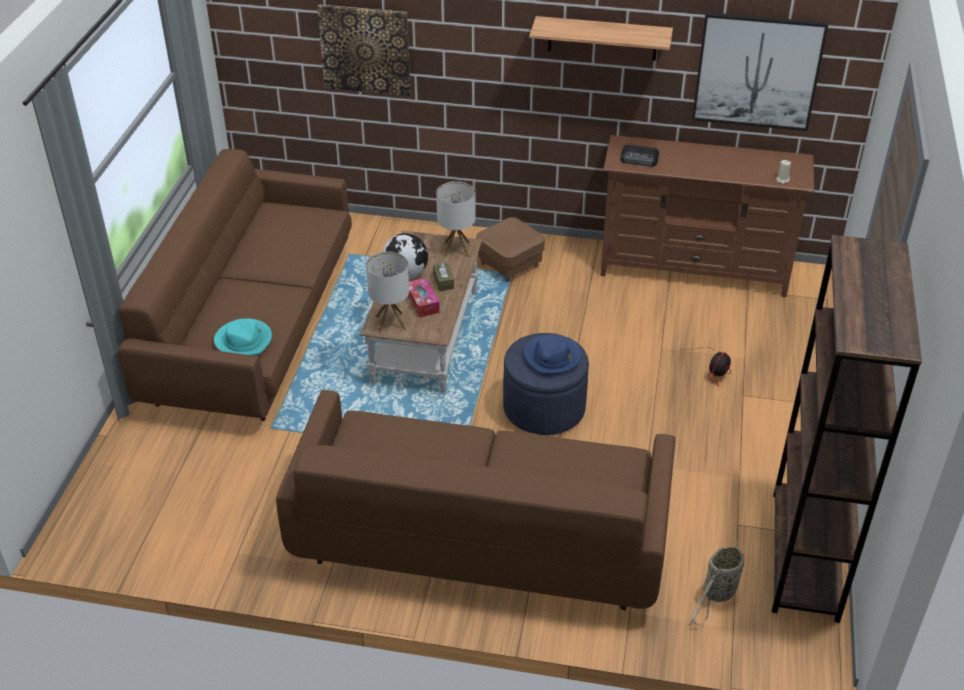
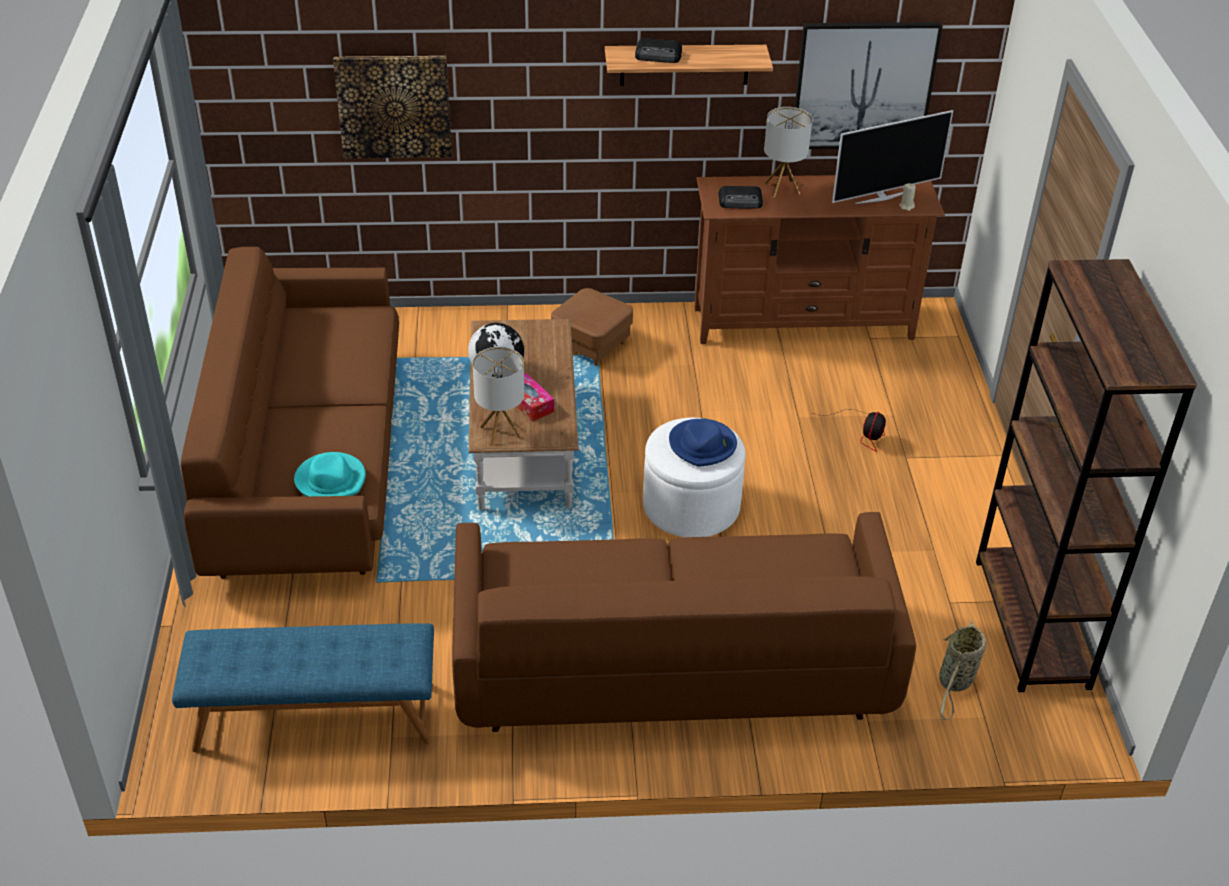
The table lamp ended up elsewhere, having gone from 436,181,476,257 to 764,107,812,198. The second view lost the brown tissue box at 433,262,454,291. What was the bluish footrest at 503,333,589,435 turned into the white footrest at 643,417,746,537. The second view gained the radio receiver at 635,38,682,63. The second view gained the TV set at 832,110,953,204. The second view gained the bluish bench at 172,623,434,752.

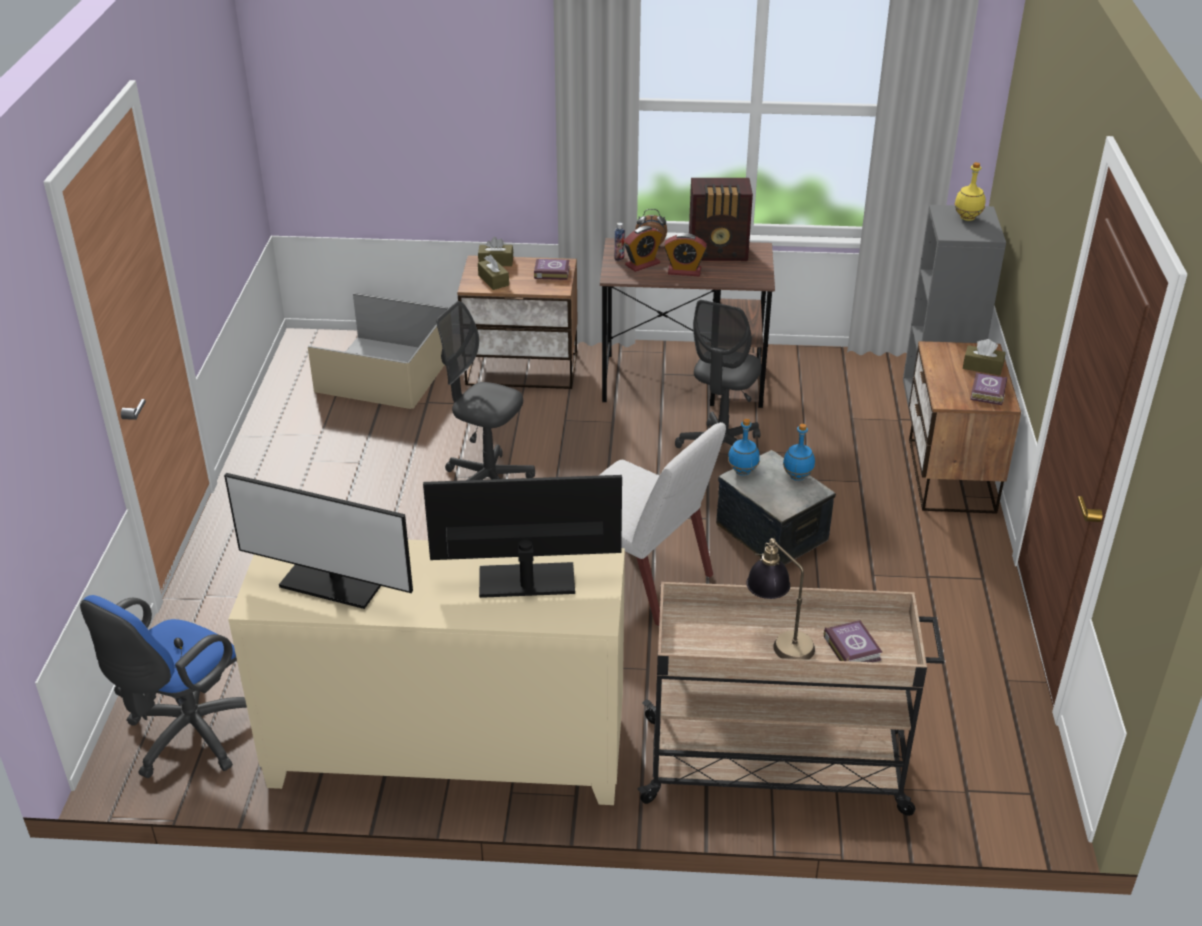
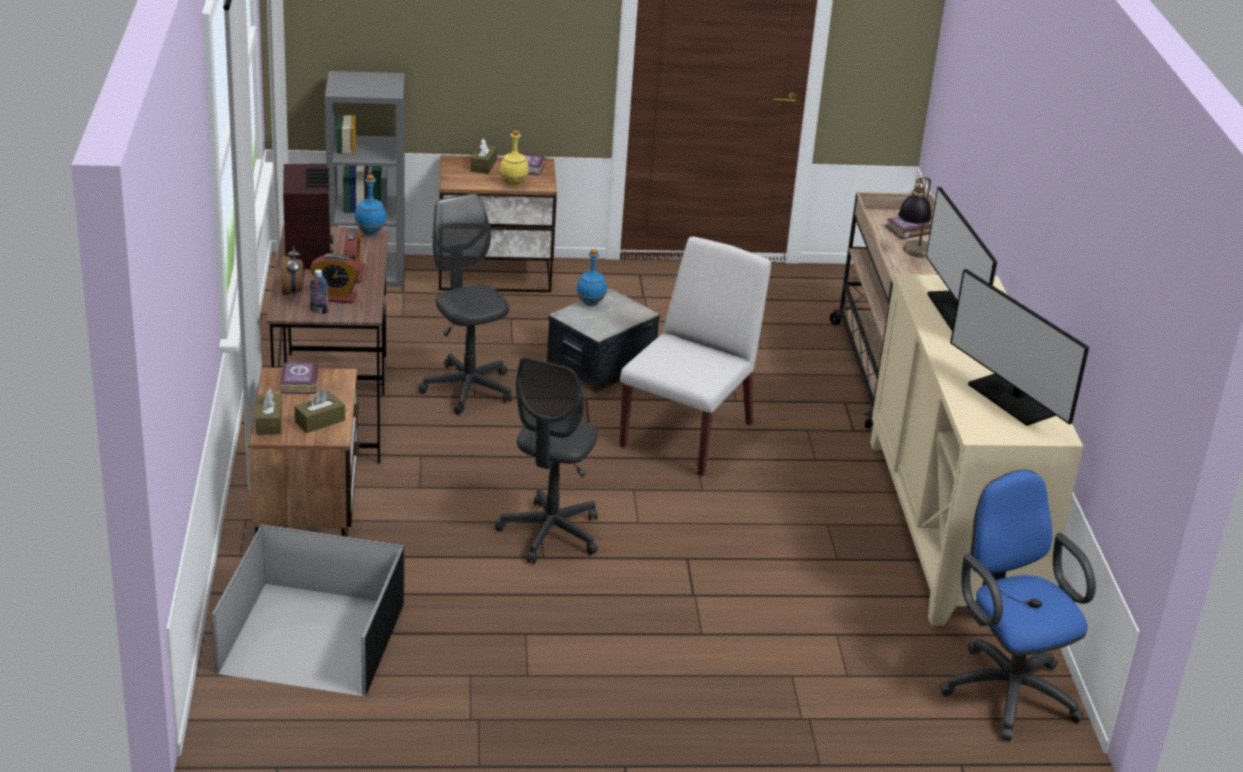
The yellow-coloured beverage bottle ended up elsewhere, having gone from 954,162,986,221 to 500,130,529,187. The table clock at 624,226,663,272 ended up facing another way, 135 degrees clockwise from before. What was the sand-coloured storage bin at 308,293,448,409 turned into the black-coloured storage bin at 212,524,404,697. The grey office chair at 675,300,761,448 ended up facing another way, 135 degrees counterclockwise from before. The bluish beverage bottle ended up elsewhere, having gone from 728,419,760,476 to 355,175,387,236. The monitor at 224,473,413,609 ended up facing another way, 135 degrees clockwise from before. The bluish office chair at 80,595,247,778 ended up facing another way, 135 degrees counterclockwise from before.

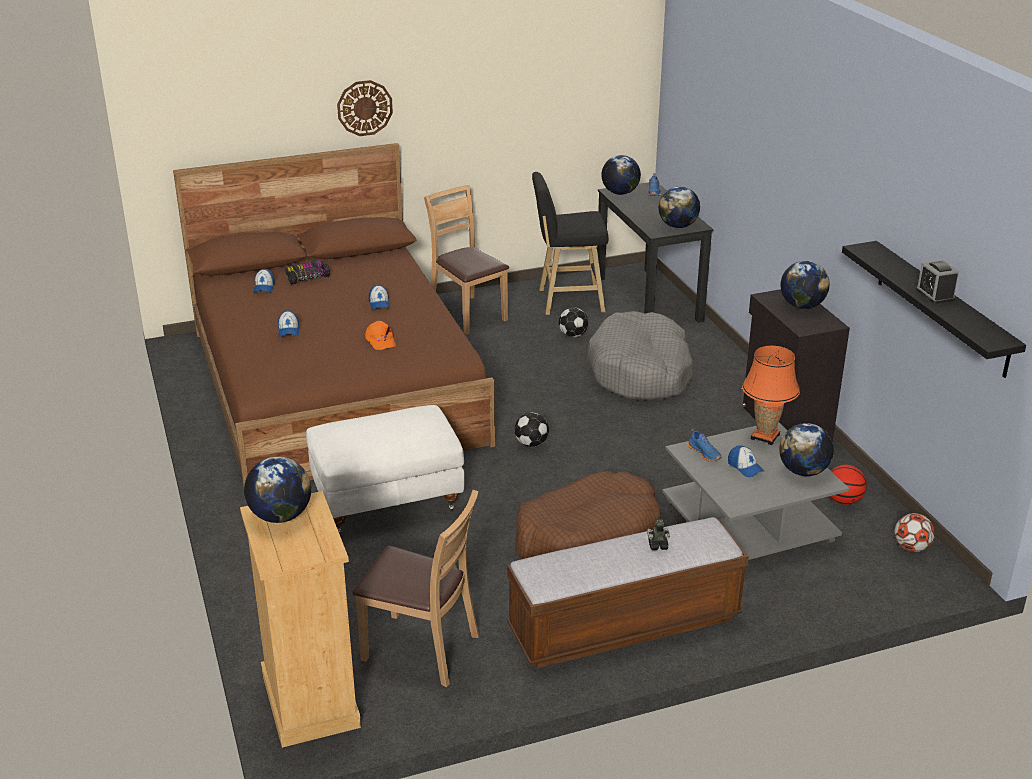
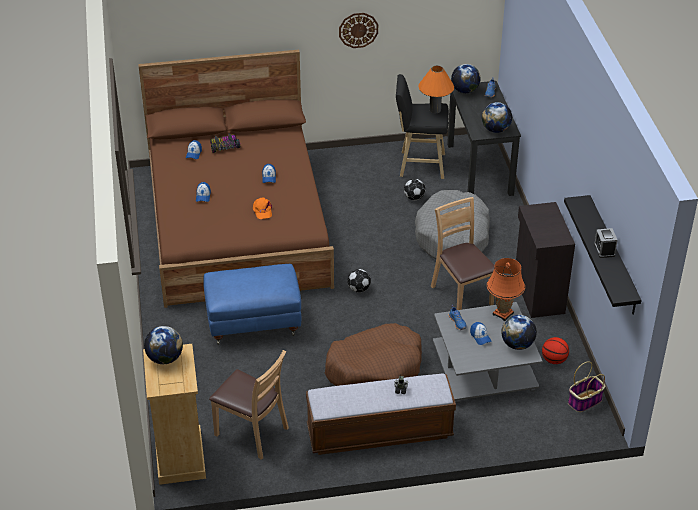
The hanging clock ended up elsewhere, having gone from 337,80,393,136 to 339,13,378,48. The brown upright chair ended up elsewhere, having gone from 424,185,509,335 to 431,197,494,310. The second view lost the globe at 781,261,830,309. What was the white footrest at 306,405,464,534 turned into the bluish footrest at 203,264,301,345. Where the football stood at 895,513,935,552, the basket came to stand at 568,361,605,412. The second view gained the orange table lamp at 418,66,454,113.

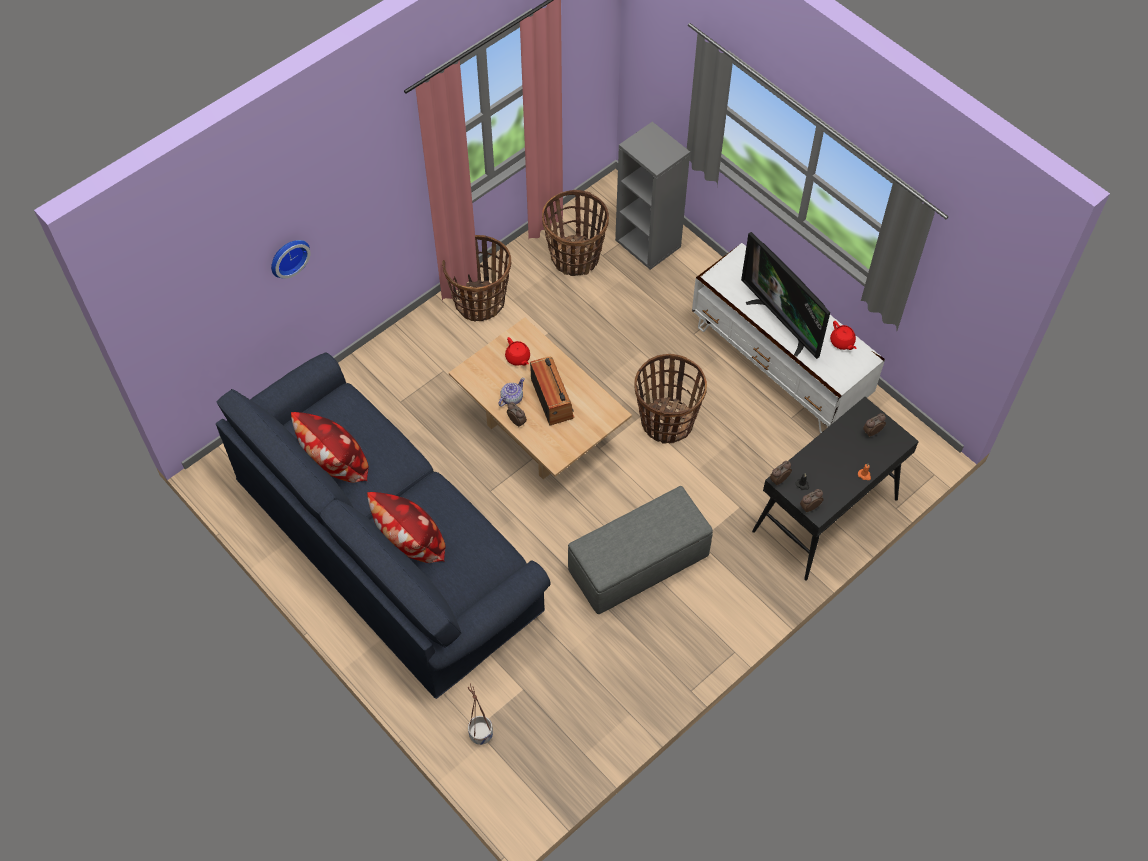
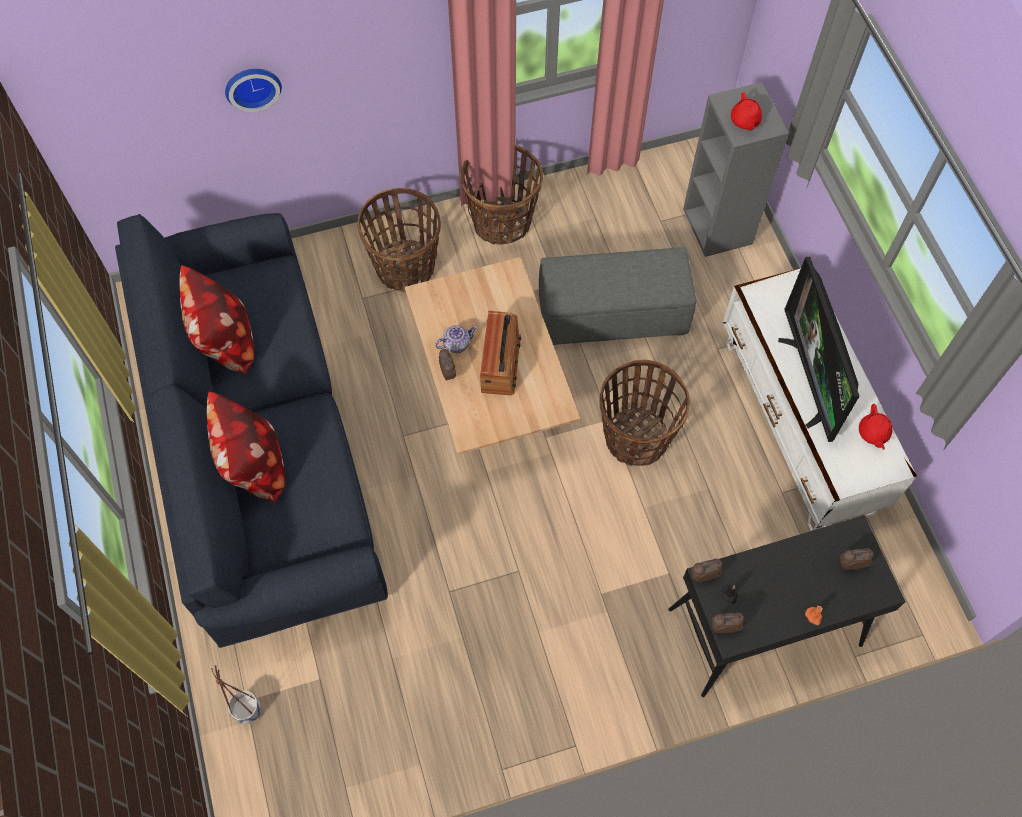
The basket ended up elsewhere, having gone from 542,190,609,276 to 357,188,441,293. The red-coloured tea pot ended up elsewhere, having gone from 505,337,530,366 to 731,92,762,130. The grey footrest ended up elsewhere, having gone from 568,486,713,614 to 539,247,696,345.

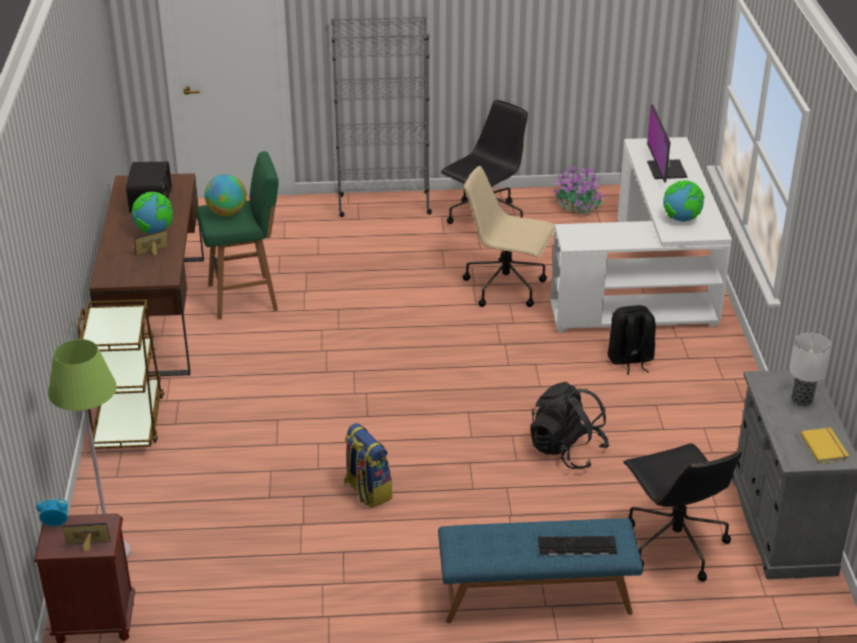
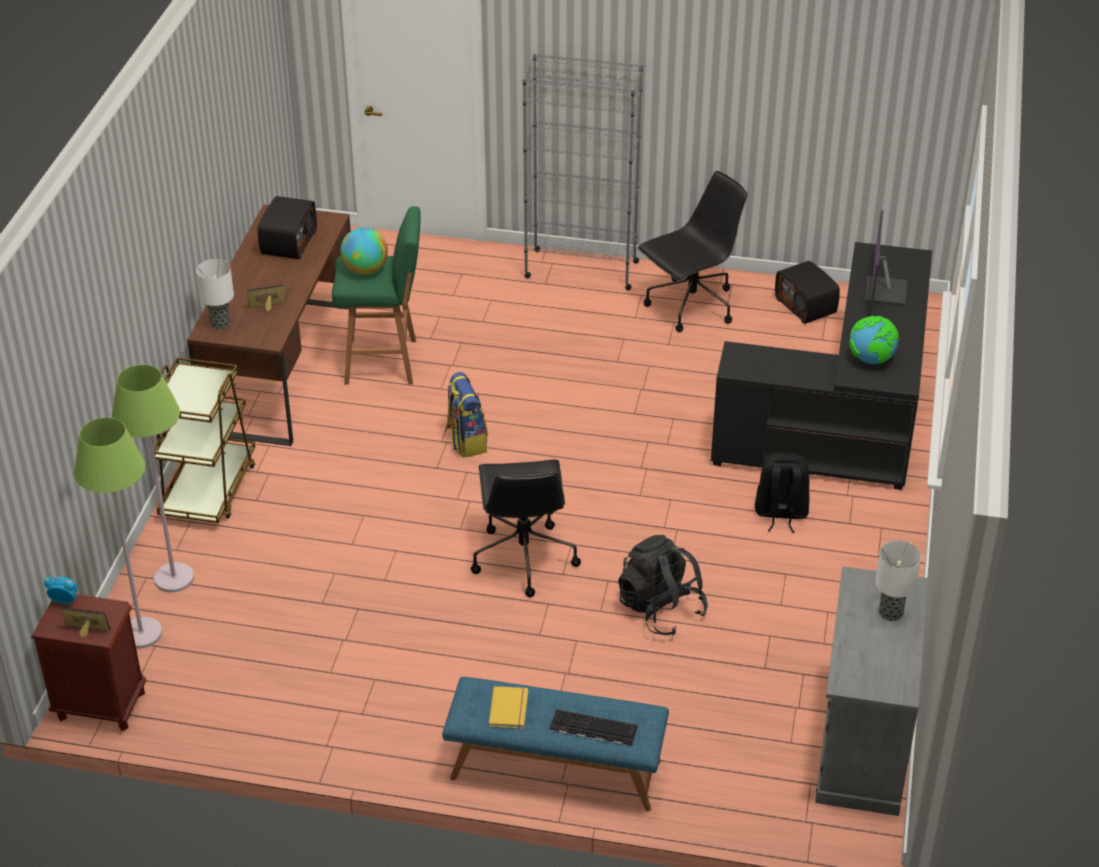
What was the white desk unit at 550,137,732,333 turned into the black-coloured desk unit at 711,242,932,490. Where the plant in a pot stood at 553,165,605,215, the radio receiver came to stand at 775,261,840,324. The second view lost the sand-coloured office chair at 463,166,555,307. The second view lost the globe at 132,192,173,234. The knapsack ended up elsewhere, having gone from 344,423,392,508 to 445,372,488,458. The yellow-coloured volume ended up elsewhere, having gone from 800,428,849,463 to 489,686,528,729. The black-coloured office chair ended up elsewhere, having gone from 623,443,742,581 to 471,459,581,597. The second view gained the table lamp at 196,259,234,330. The second view gained the green floor lamp at 112,365,194,592.

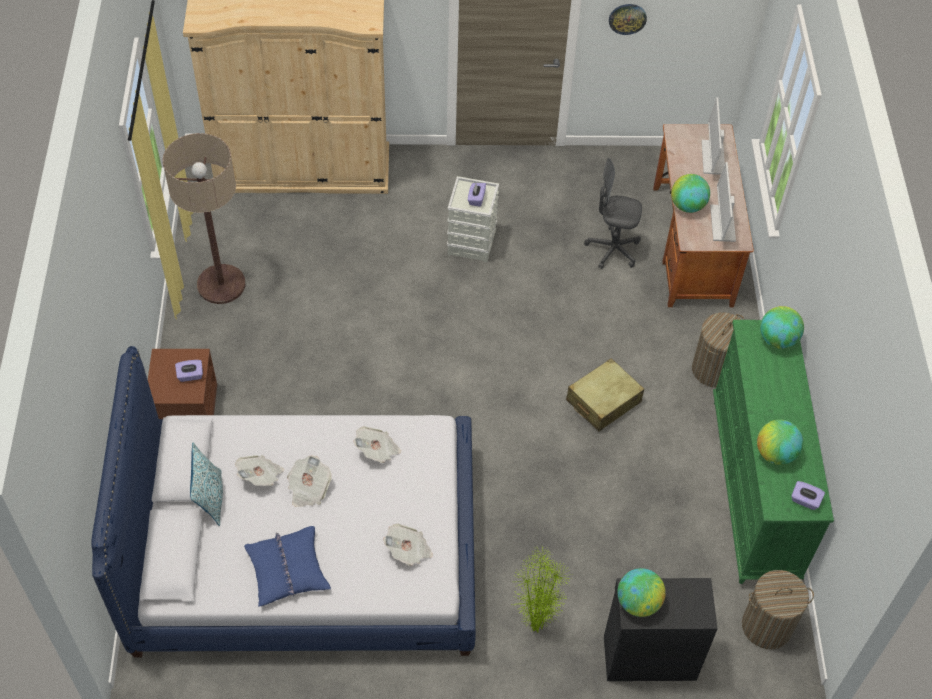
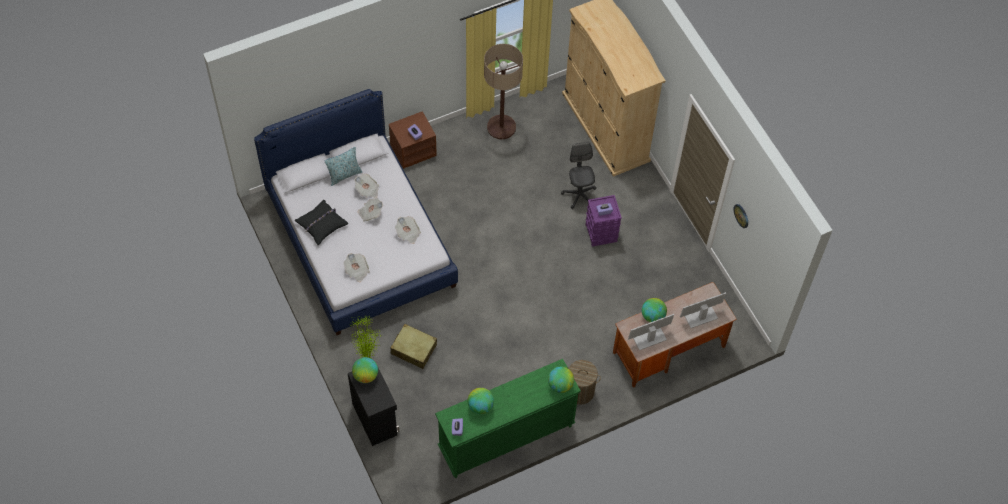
The grey office chair ended up elsewhere, having gone from 584,158,642,269 to 561,142,596,209. What was the grey storage bin at 447,176,499,262 turned into the purple storage bin at 586,195,622,247. The sand-coloured piece of luggage ended up elsewhere, having gone from 566,358,644,431 to 390,324,437,369. What was the bluish cushion at 244,526,331,606 turned into the black-coloured cushion at 295,200,348,245. The second view lost the washing basket at 742,570,814,649.

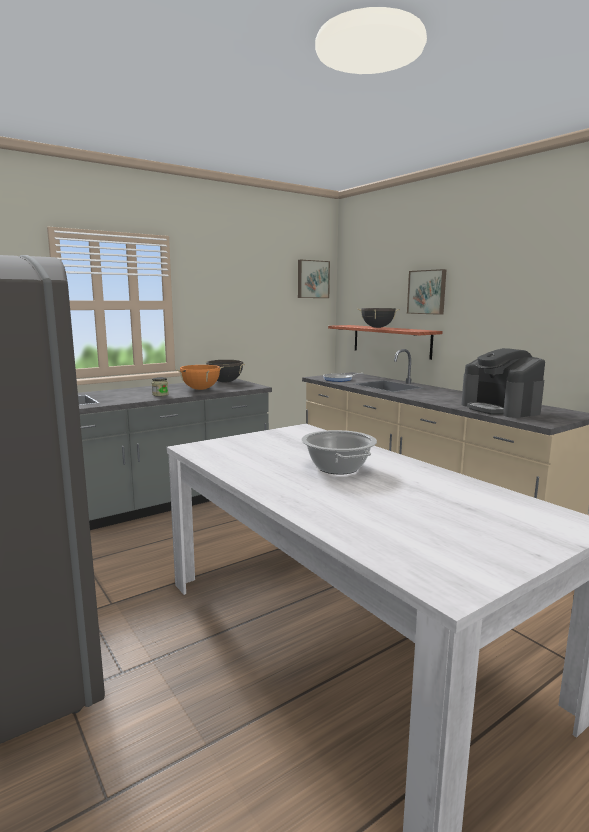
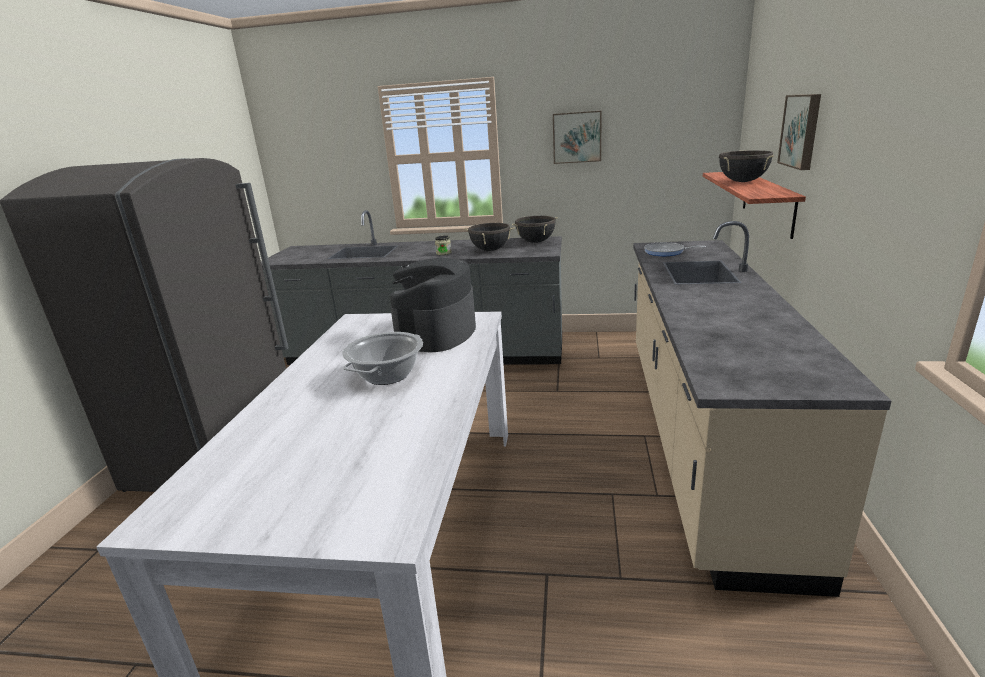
The picture ended up elsewhere, having gone from 298,260,330,298 to 553,111,602,164. The coffee machine ended up elsewhere, having gone from 461,348,545,418 to 390,258,476,352. What was the orange saucepot at 176,365,223,390 turned into the black-coloured saucepot at 464,223,515,251.

